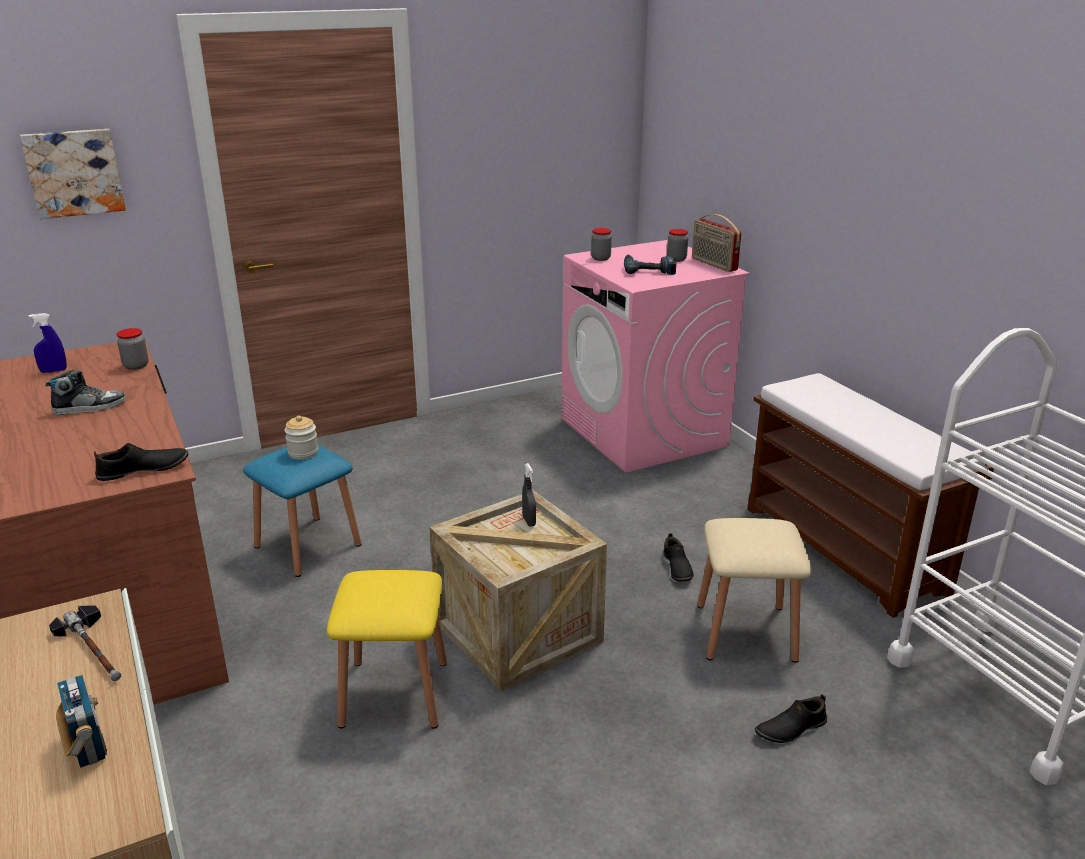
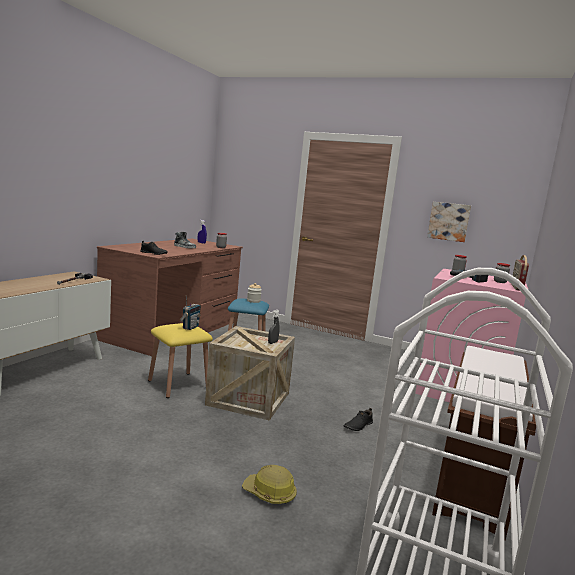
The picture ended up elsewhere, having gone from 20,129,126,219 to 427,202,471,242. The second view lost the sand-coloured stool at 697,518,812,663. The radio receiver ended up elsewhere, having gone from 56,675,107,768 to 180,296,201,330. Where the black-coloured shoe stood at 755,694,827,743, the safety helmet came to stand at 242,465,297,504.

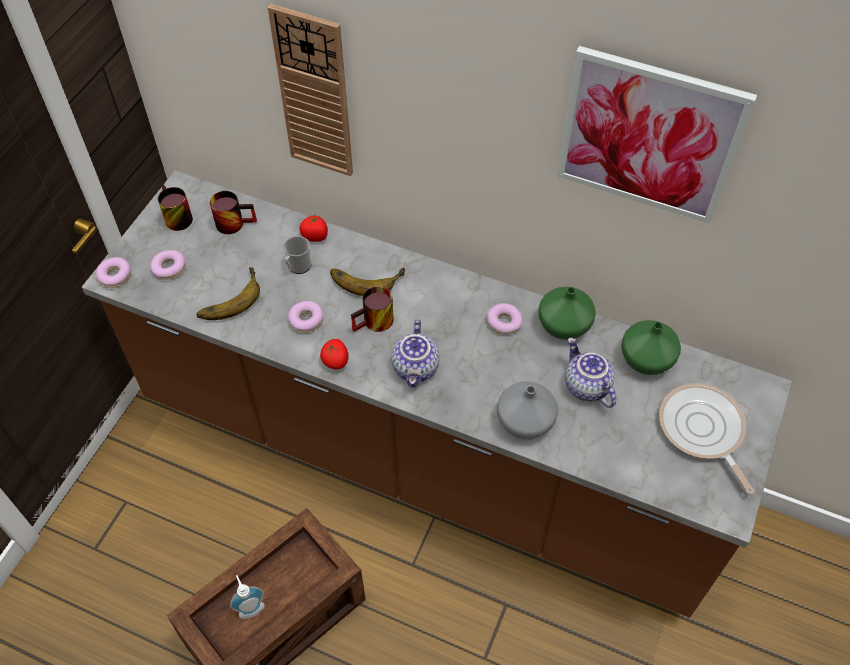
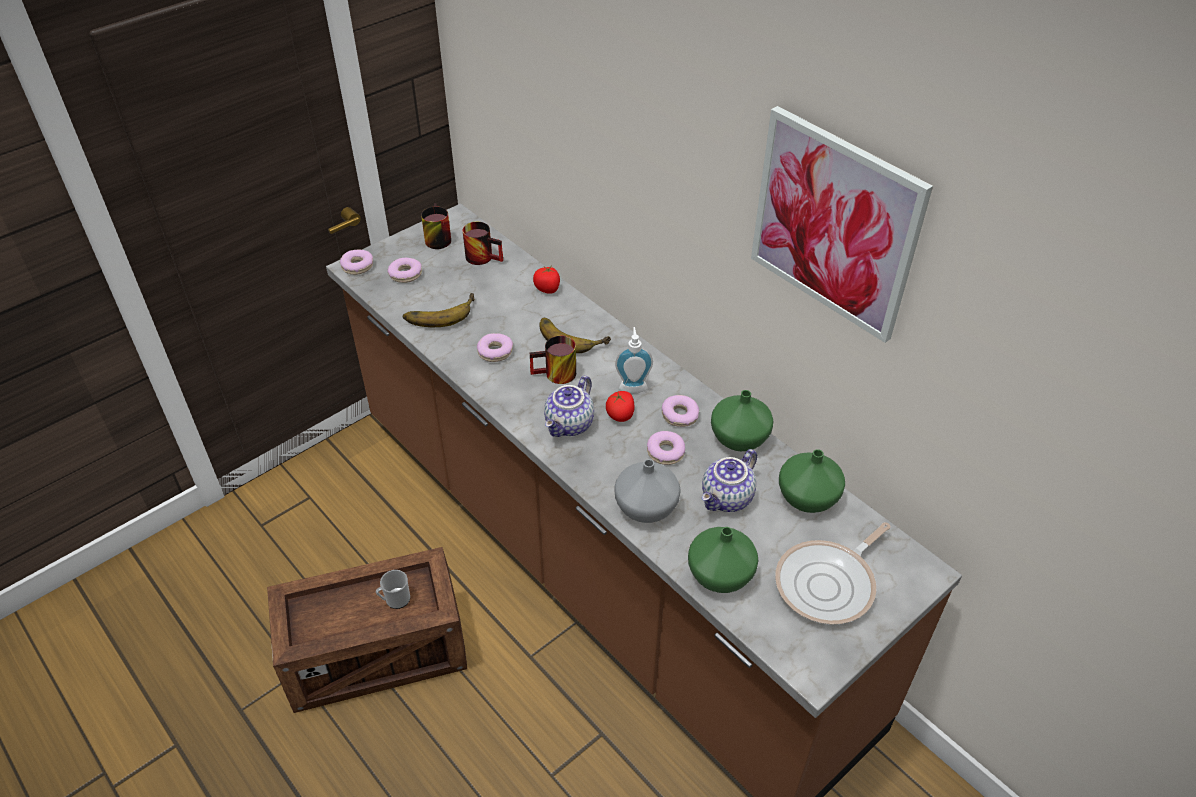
The second view lost the hanging clock at 267,4,353,176. The tea mug ended up elsewhere, having gone from 283,236,311,274 to 376,570,410,609. The tea pot at 565,338,616,408 ended up facing another way, 135 degrees counterclockwise from before. The whole tomato ended up elsewhere, having gone from 320,339,349,369 to 606,391,634,422. The pan at 659,383,755,495 ended up facing another way, 135 degrees counterclockwise from before. The soap dispenser ended up elsewhere, having gone from 230,575,265,619 to 615,327,653,393. The second view gained the donut at 647,431,685,465. The second view gained the green flower vase at 688,527,759,593.

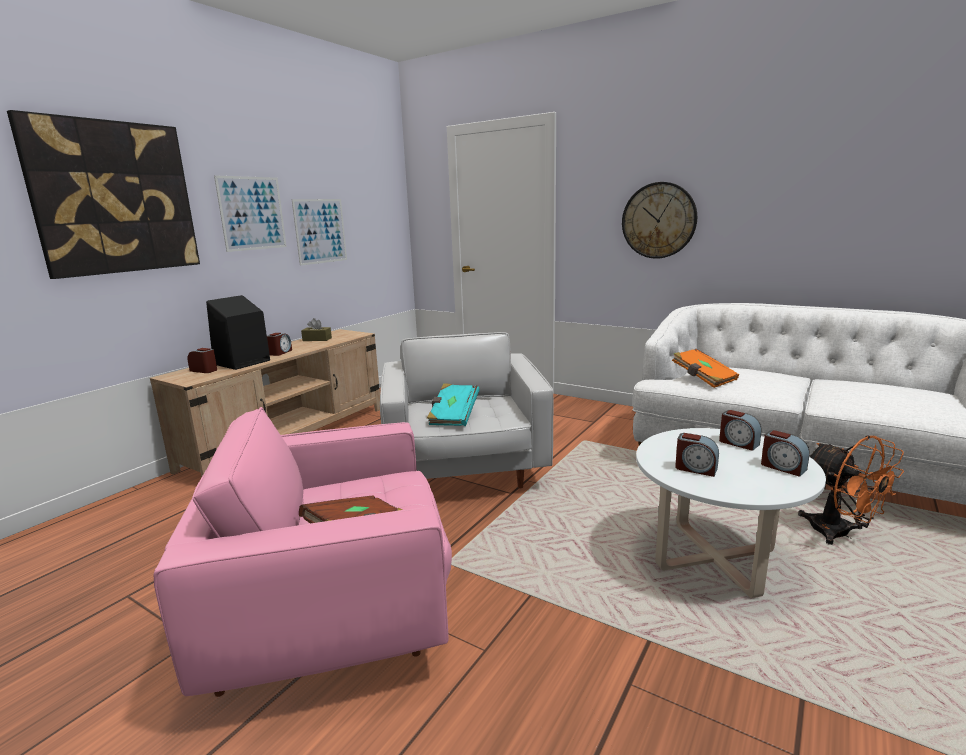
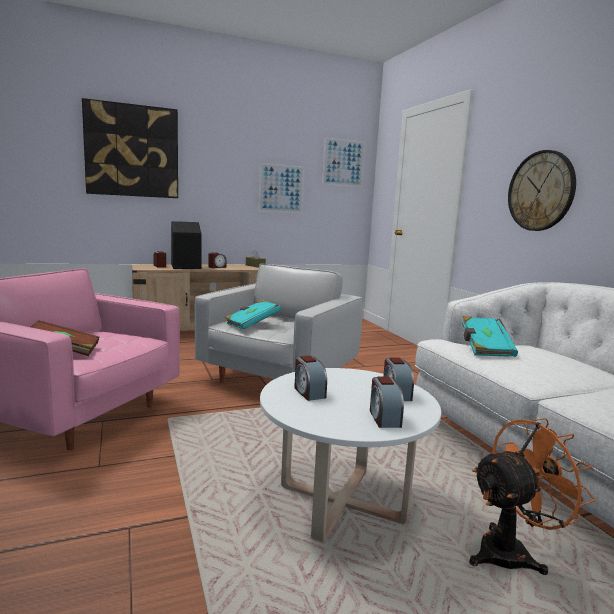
The picture ended up elsewhere, having gone from 214,175,287,252 to 322,137,366,187. What was the orange volume at 672,349,739,388 turned into the turquoise volume at 462,316,518,357. The orange cooling fan at 798,435,904,545 ended up facing another way, 120 degrees counterclockwise from before.

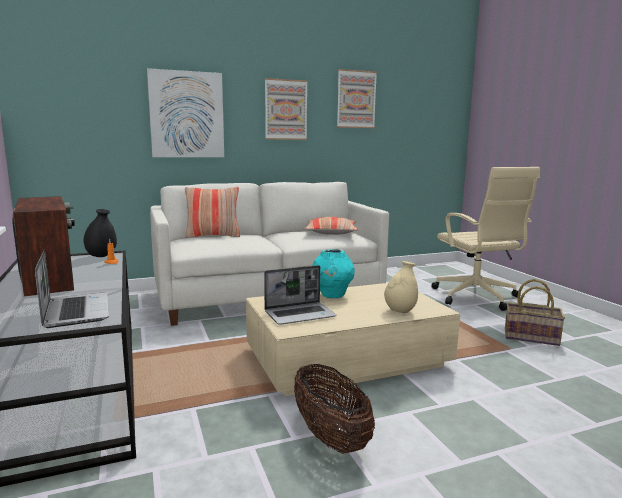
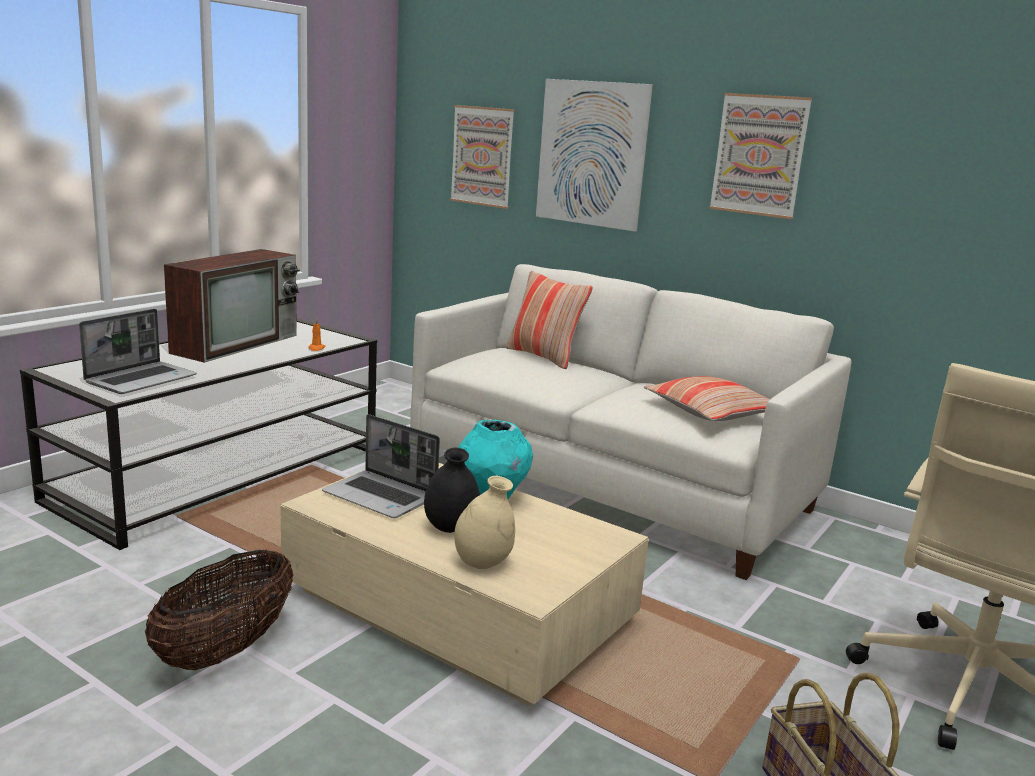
The picture ended up elsewhere, having gone from 337,69,377,128 to 450,105,515,209. The black-coloured flower vase ended up elsewhere, having gone from 84,209,117,257 to 424,447,480,533.

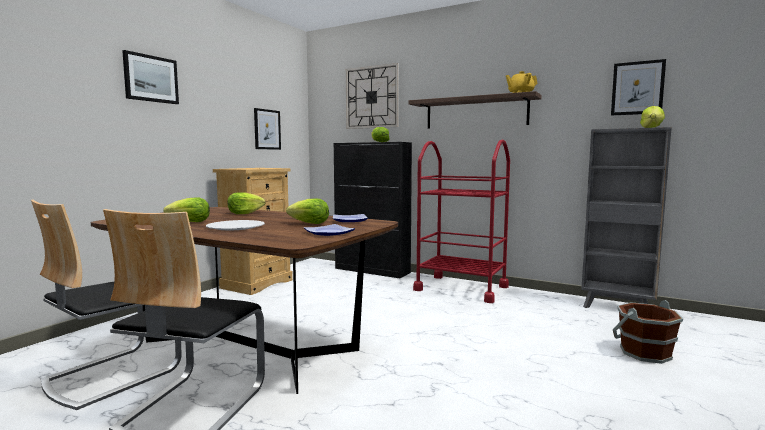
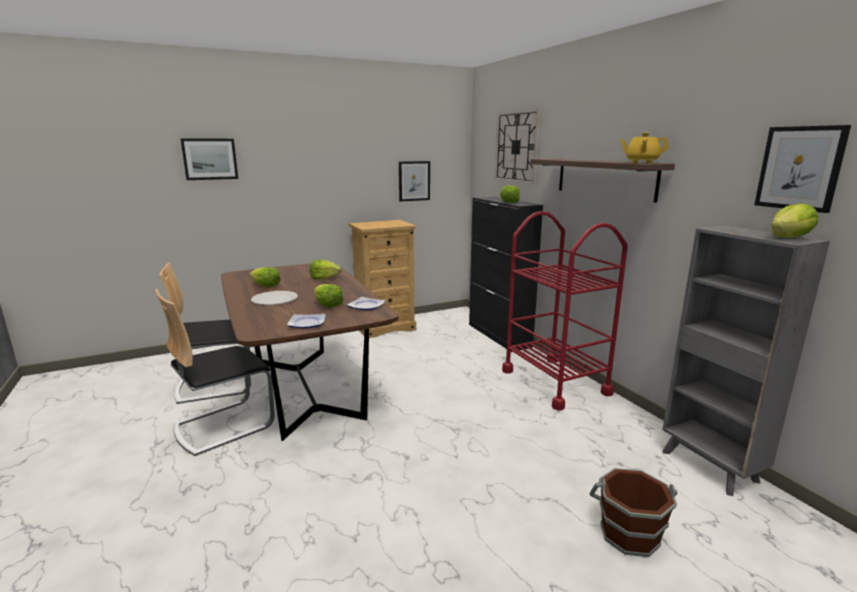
The picture ended up elsewhere, having gone from 122,50,179,104 to 180,138,238,180.

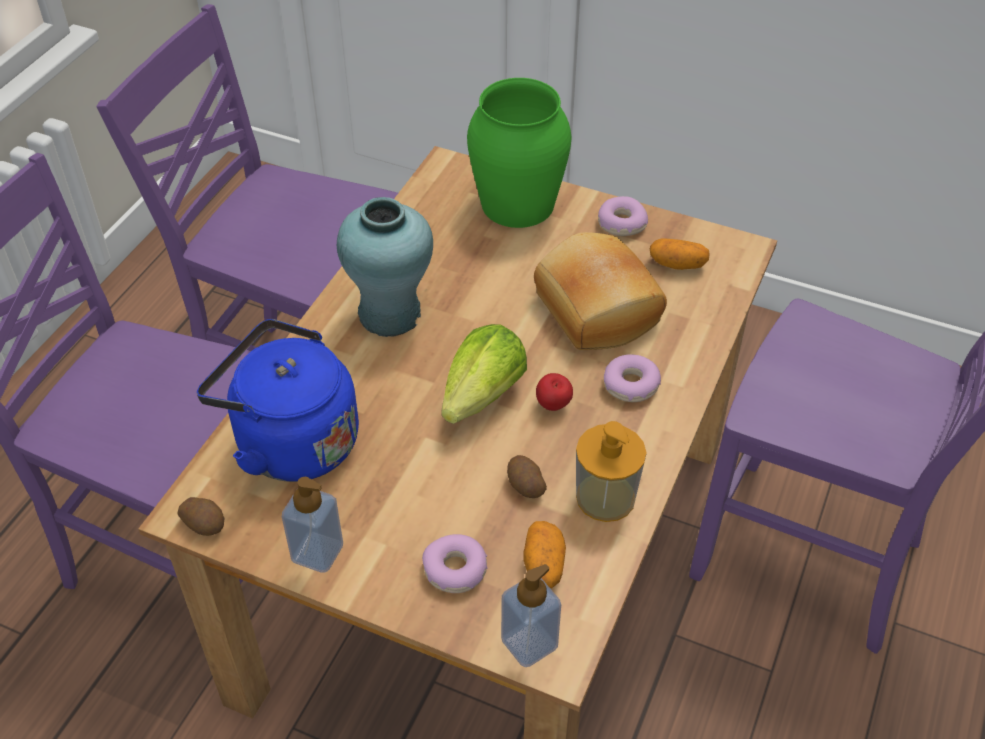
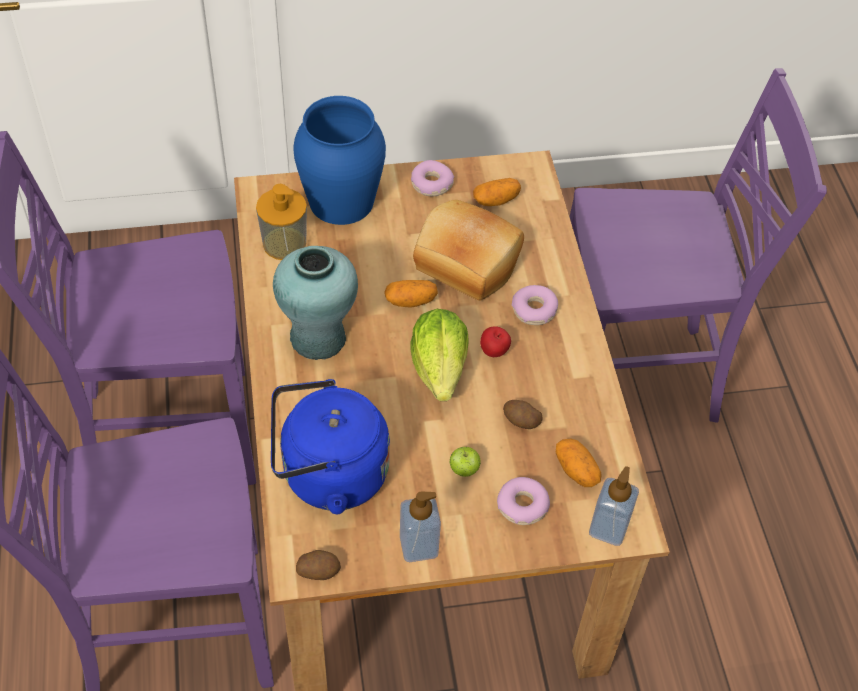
What was the green flower vase at 467,78,571,228 turned into the bluish flower vase at 293,96,386,225. The soap dispenser ended up elsewhere, having gone from 576,421,647,522 to 256,184,307,260. The second view gained the spud at 384,280,438,308. The second view gained the apple fruit at 449,447,481,477.

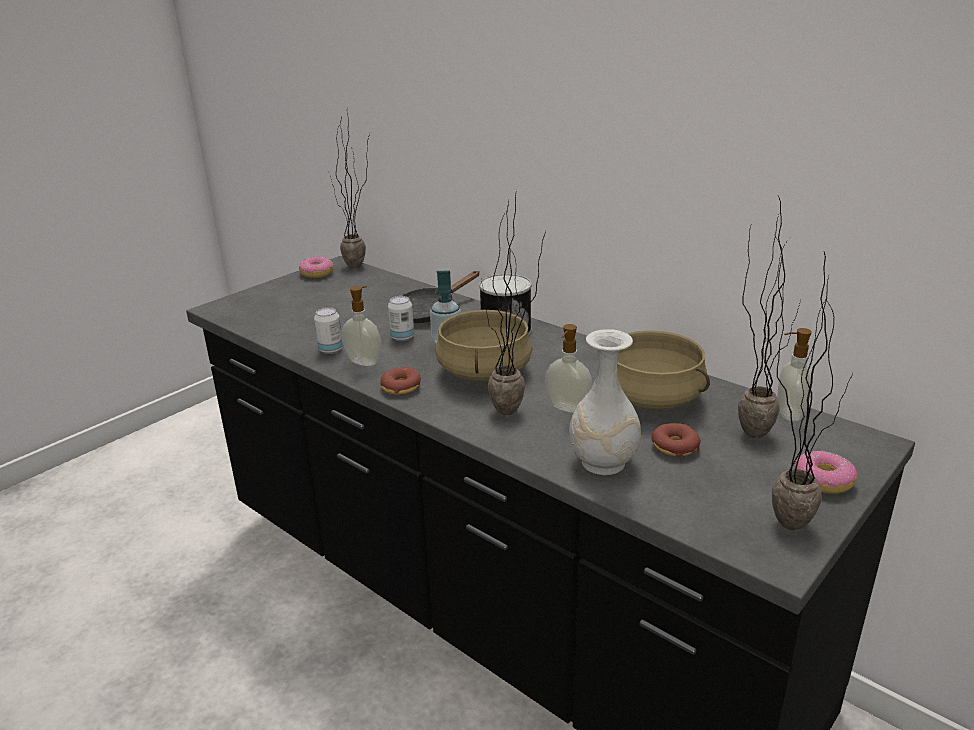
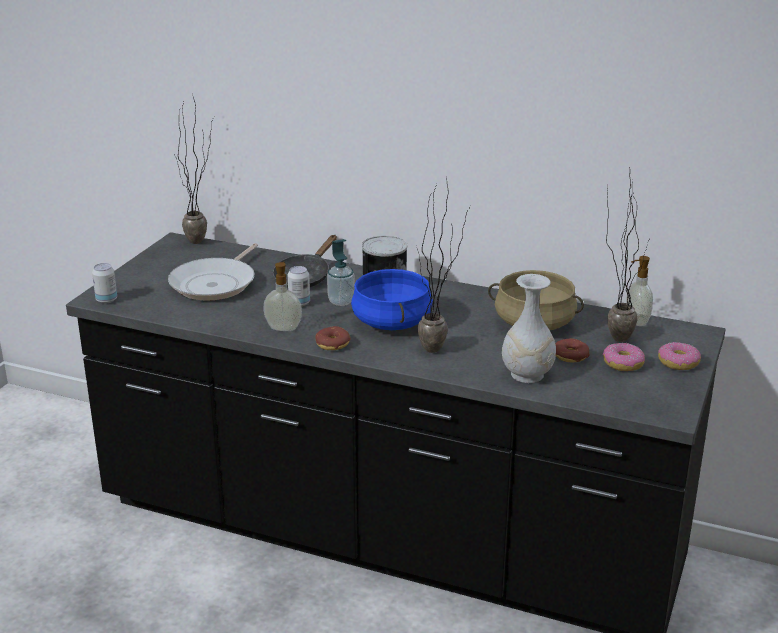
The second view lost the plant in a pot at 772,252,853,530. The donut ended up elsewhere, having gone from 299,257,334,278 to 603,343,645,371. The metal can ended up elsewhere, having gone from 314,307,343,354 to 92,263,117,304. What was the sand-coloured saucepot at 435,309,533,382 turned into the bluish saucepot at 351,269,433,330. The second view lost the soap dispenser at 545,324,592,413. The second view gained the pan at 168,243,258,301.

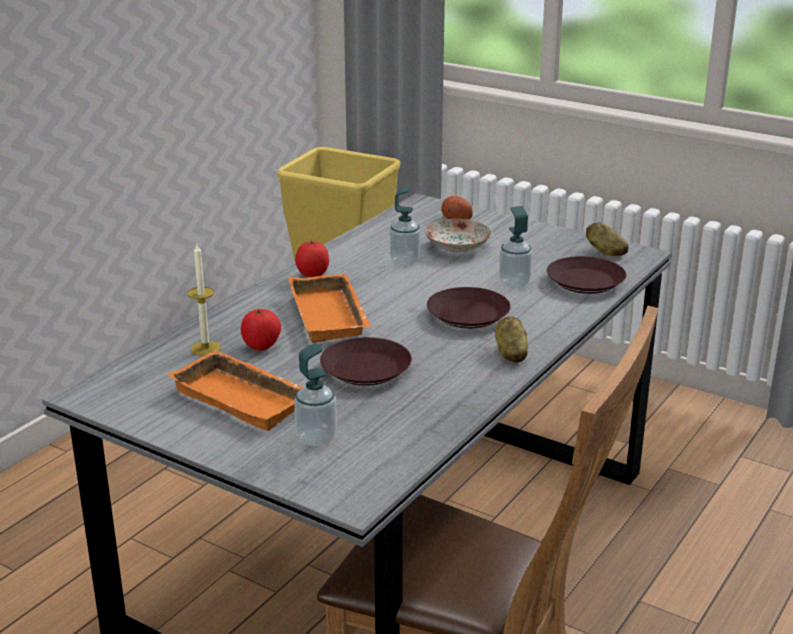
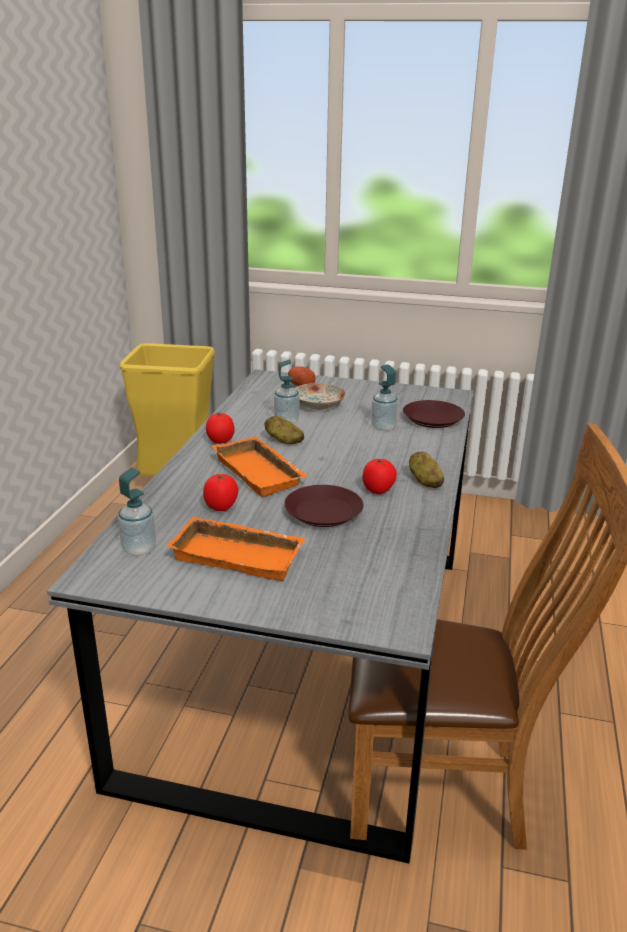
The spud ended up elsewhere, having gone from 586,222,628,256 to 265,416,304,444. The second view lost the wax light at 188,244,221,356. The second view lost the brown plate at 427,287,511,328. The soap dispenser ended up elsewhere, having gone from 294,343,337,446 to 118,467,156,556. The second view gained the whole tomato at 362,458,397,494.

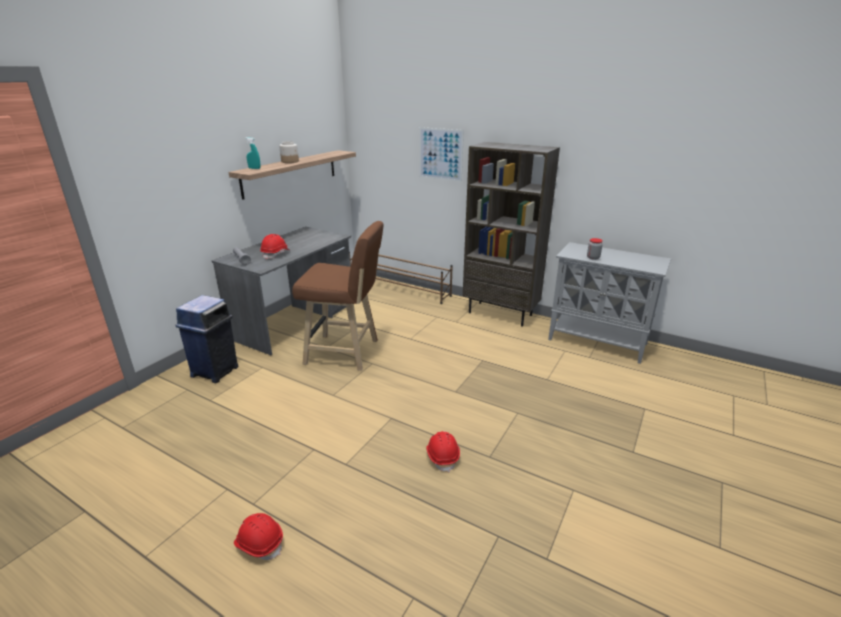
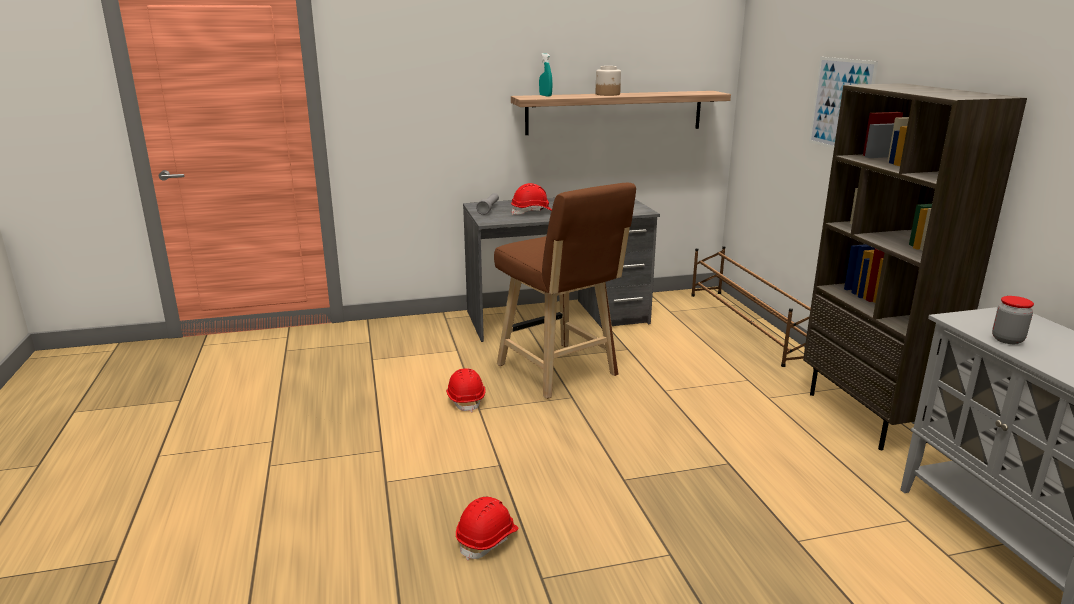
The second view lost the bluish waste bin at 176,295,238,383. The red-coloured safety helmet ended up elsewhere, having gone from 234,513,283,560 to 446,368,486,413.

